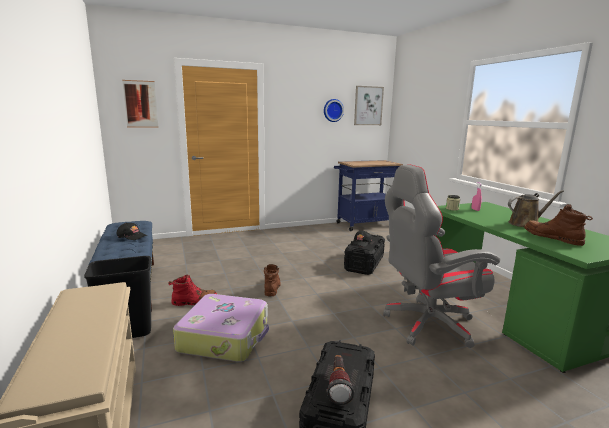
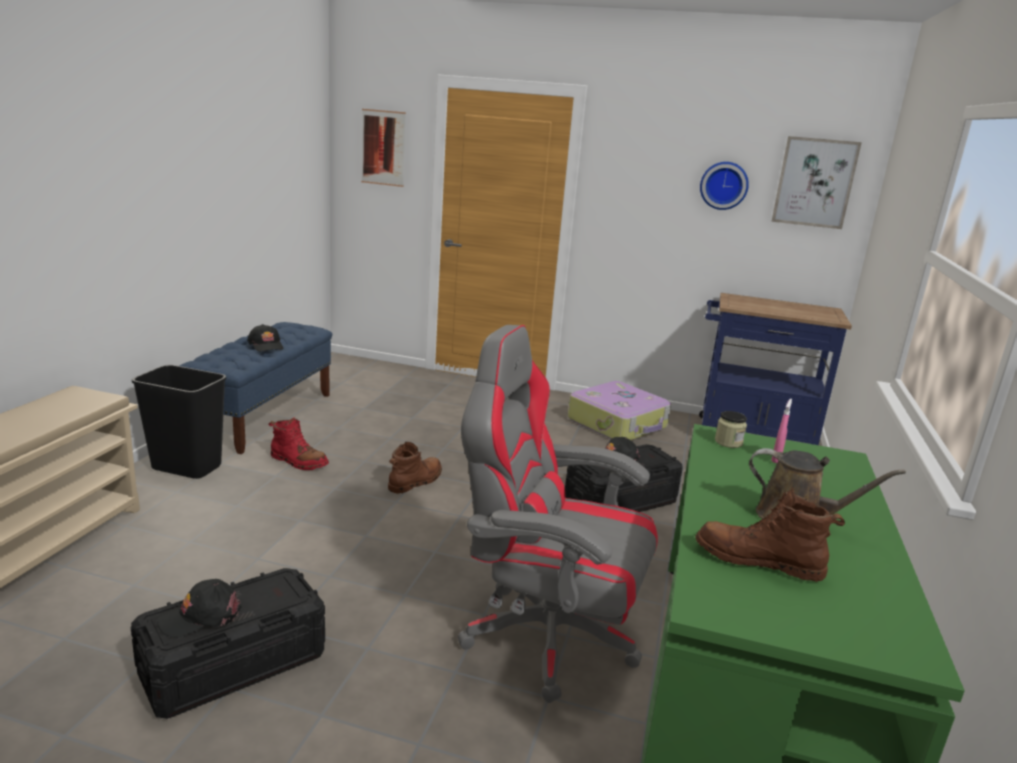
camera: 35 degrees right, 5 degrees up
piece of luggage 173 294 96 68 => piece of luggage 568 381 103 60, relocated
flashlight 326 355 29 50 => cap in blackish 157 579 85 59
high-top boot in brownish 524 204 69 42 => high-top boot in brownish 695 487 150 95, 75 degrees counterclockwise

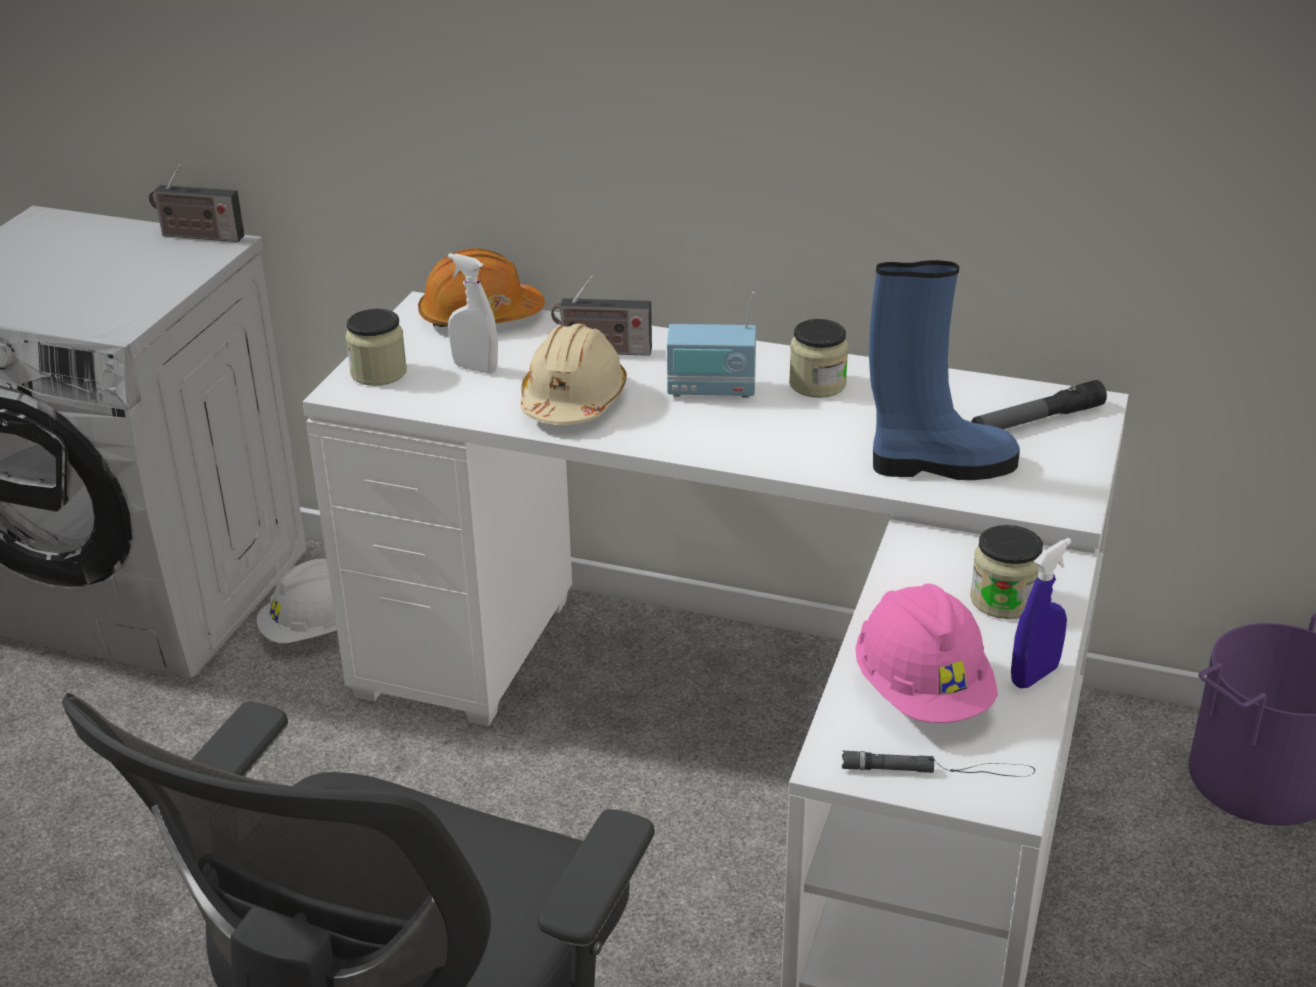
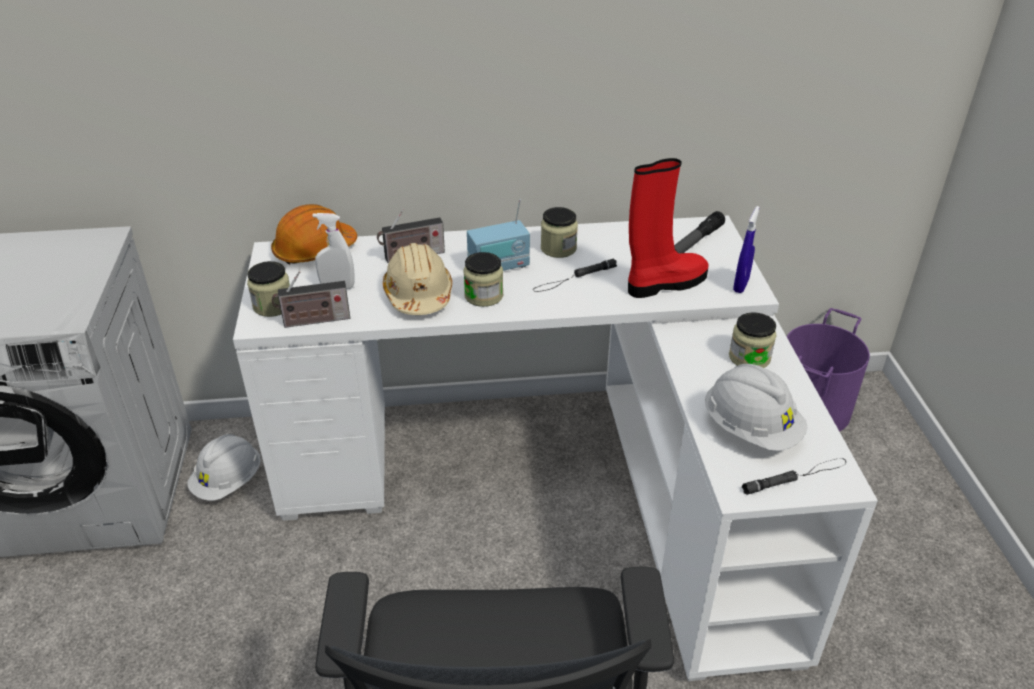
camera: 25 degrees left, 5 degrees up
nothing => jar 463 252 40 55
nothing => flashlight in blackish 534 258 83 34
radio 149 164 96 78 => radio 272 271 78 57, relocated
sprayer in blue 1011 538 61 150 => sprayer in blue 733 206 26 87, relocated
safety helmet in pink-coloured 855 583 143 140 => safety helmet in white 705 364 102 87
high-top boot in blue 869 260 151 220 => high-top boot in red-coloured 628 158 81 140

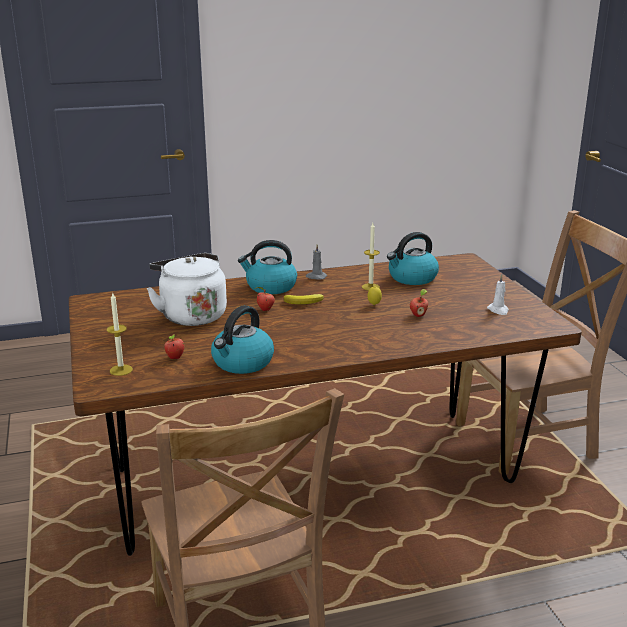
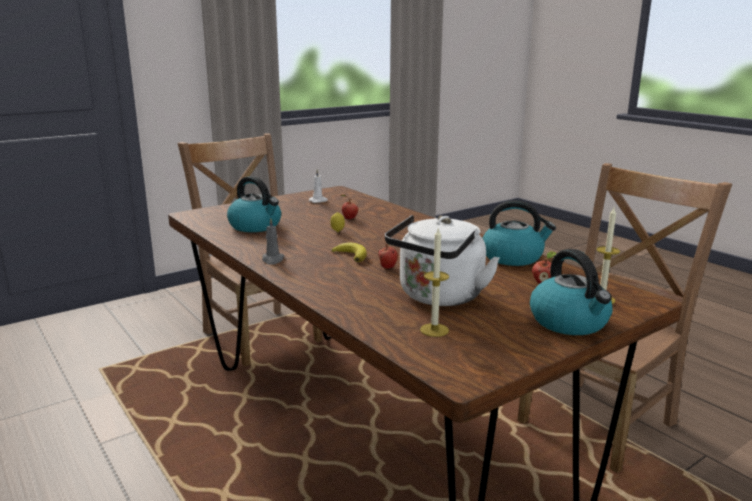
camera: 110 degrees left, 5 degrees down
tea kettle 238 240 59 54 => tea kettle 530 249 82 86, relocated
wax light 362 223 18 68 => wax light 420 229 29 108, relocated

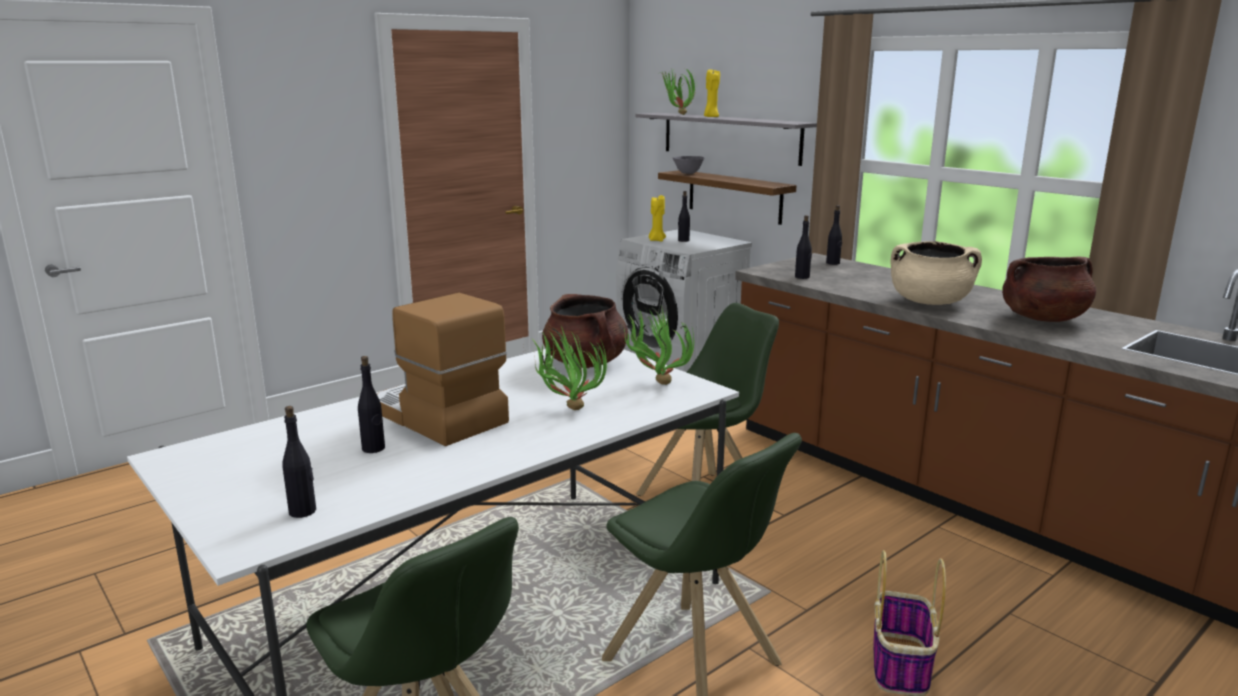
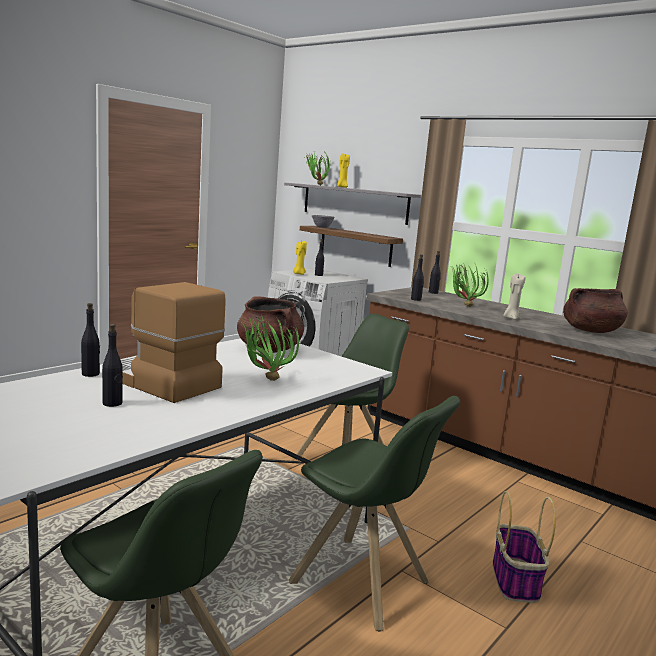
camera: 10 degrees left, 5 degrees down
bottle in blackish 282 406 34 112 => bottle in blackish 81 303 19 74, relocated
houseplant 624 306 70 79 => houseplant 451 262 38 45, relocated
cooking pot in beige-coloured 891 241 91 64 => wax light in beige-coloured 503 273 23 46

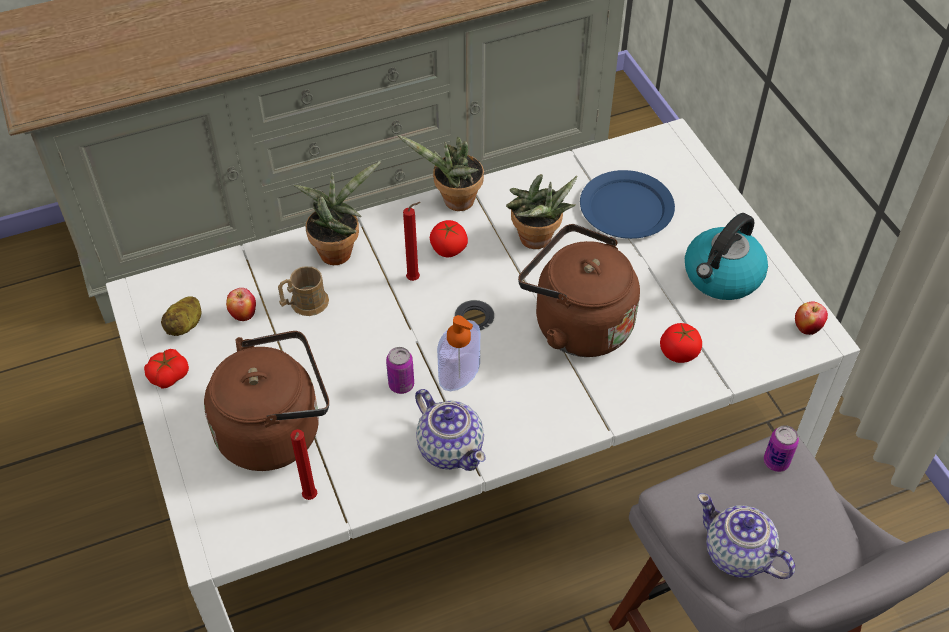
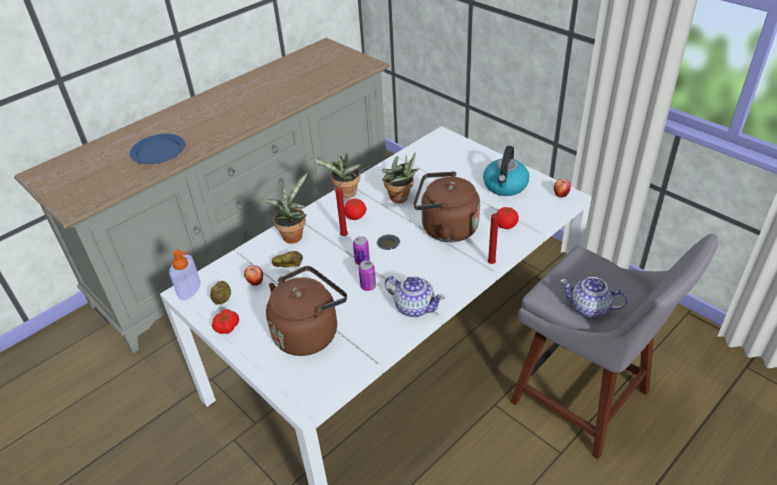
camera: 20 degrees left, 10 degrees down
wax light in red-coloured 290 429 27 71 => wax light in red-coloured 488 213 12 51, relocated
soap dispenser 437 315 43 76 => soap dispenser 169 250 31 51, relocated
plate in blue 580 170 95 69 => plate in blue 130 134 55 30, relocated
sealed can 764 425 35 47 => sealed can 353 236 17 29, relocated
mug in brownish 278 266 51 50 => spud 272 251 31 16

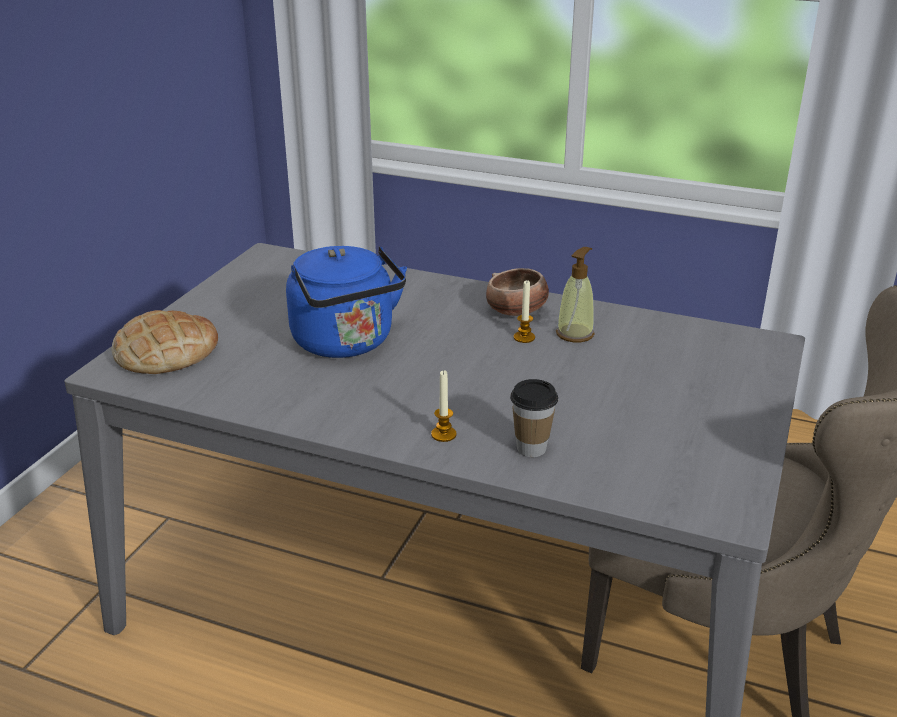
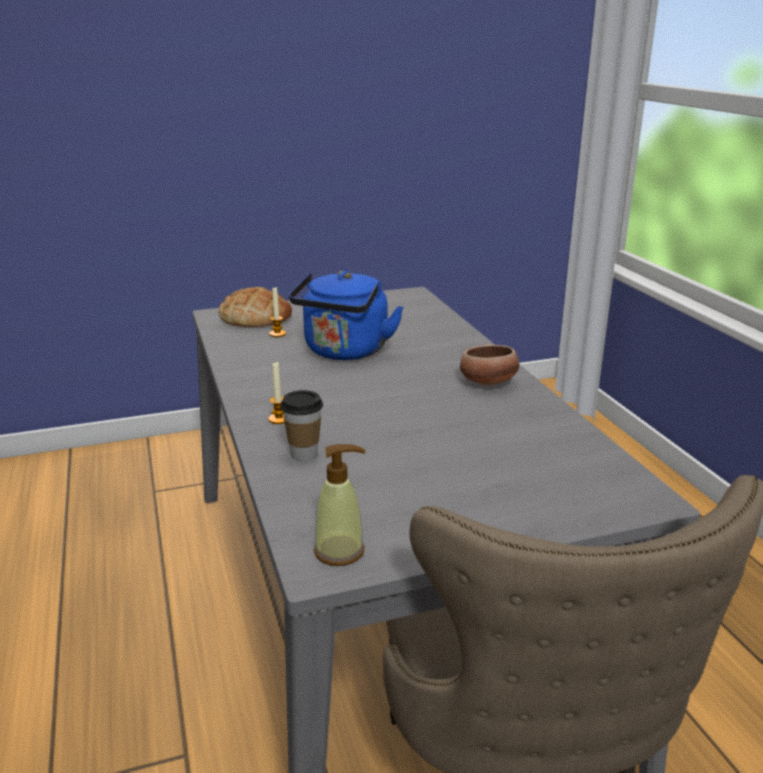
camera: 50 degrees right, 5 degrees down
wax light 514 280 21 63 => wax light 269 287 17 50, relocated
soap dispenser 556 247 39 95 => soap dispenser 314 444 51 122, relocated

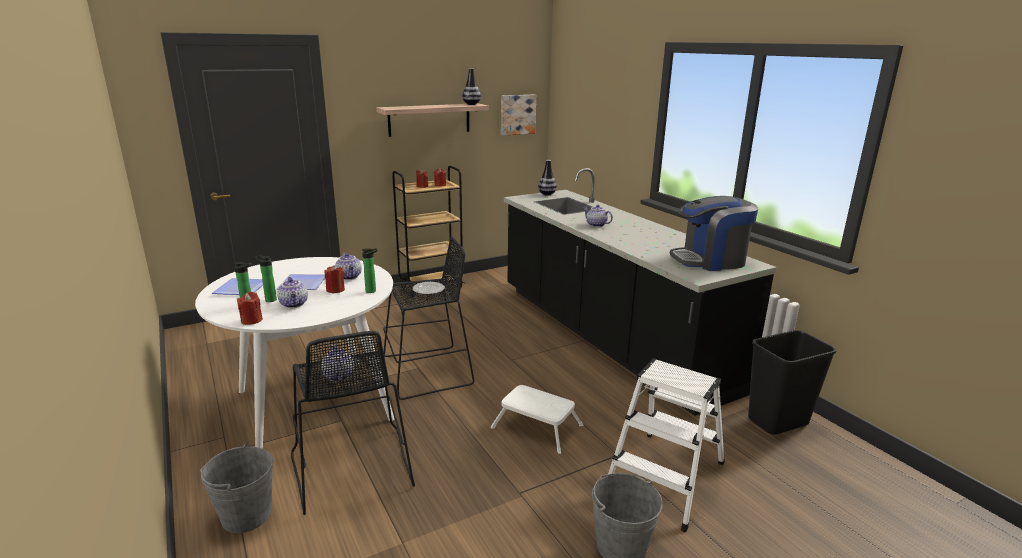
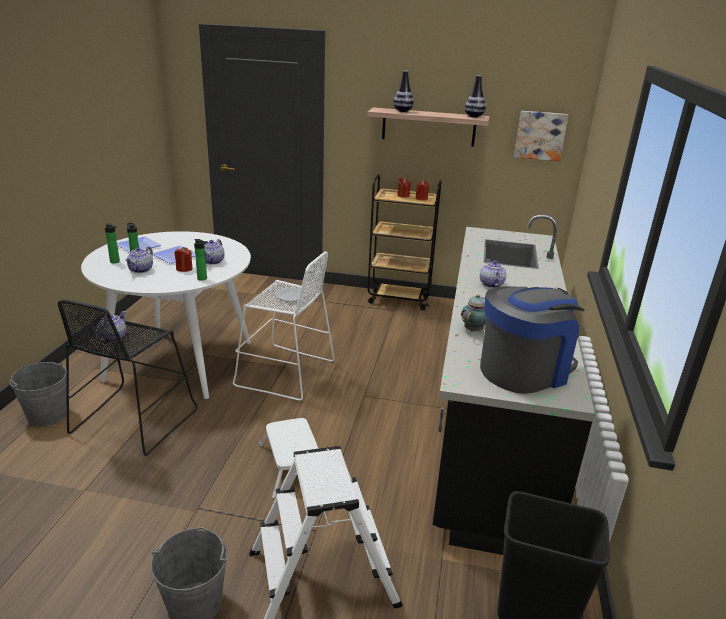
camera: 40 degrees right, 5 degrees up
wax light in red-coloured 237 292 26 33 => nothing
nothing => pot for tea 461 294 26 38
flower vase 538 160 19 36 => flower vase 393 71 21 41, relocated
stool seat in blackish 383 237 91 163 => stool seat in white 233 252 102 149
coffee brewer 670 196 88 75 => coffee brewer 480 286 105 108, 120 degrees clockwise

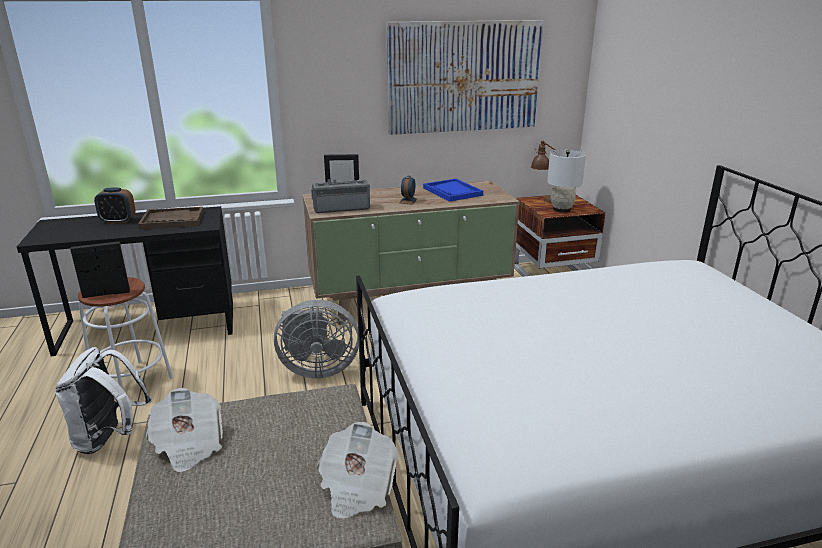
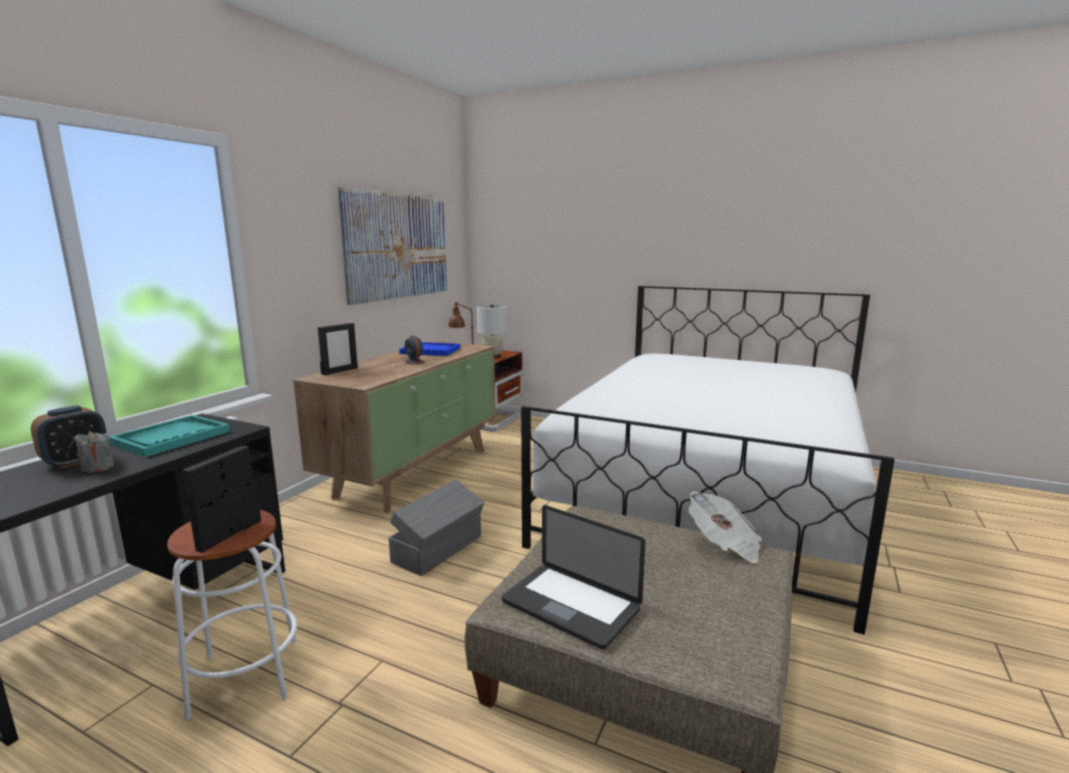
camera: 50 degrees left, 10 degrees down
knapsack in white 55 347 96 107 => nothing
radio 311 179 59 34 => nothing
nothing => wax light in greyish 74 431 40 42
newspaper 146 388 77 84 => laptop 502 505 143 144
cooling fan in greyish 274 300 85 78 => storage box in greyish 389 480 95 96
carrying tray in brownish 138 207 66 22 => carrying tray in blue-green 108 415 122 42

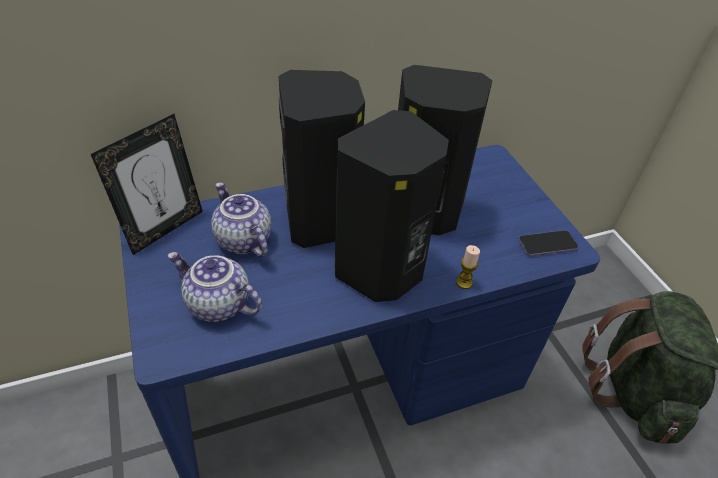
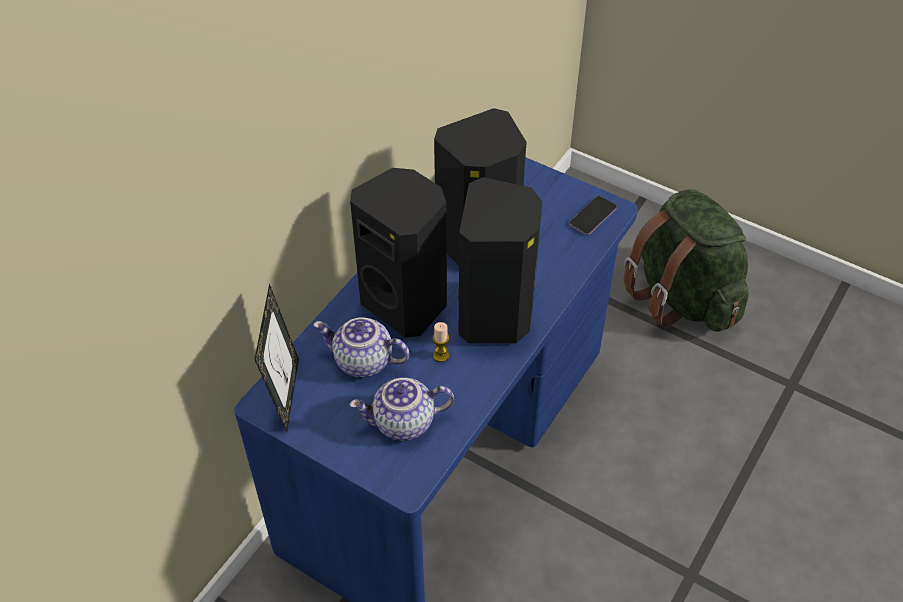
camera: 35 degrees left, 5 degrees up
wax light 456 245 24 44 => wax light 433 322 16 40, relocated

